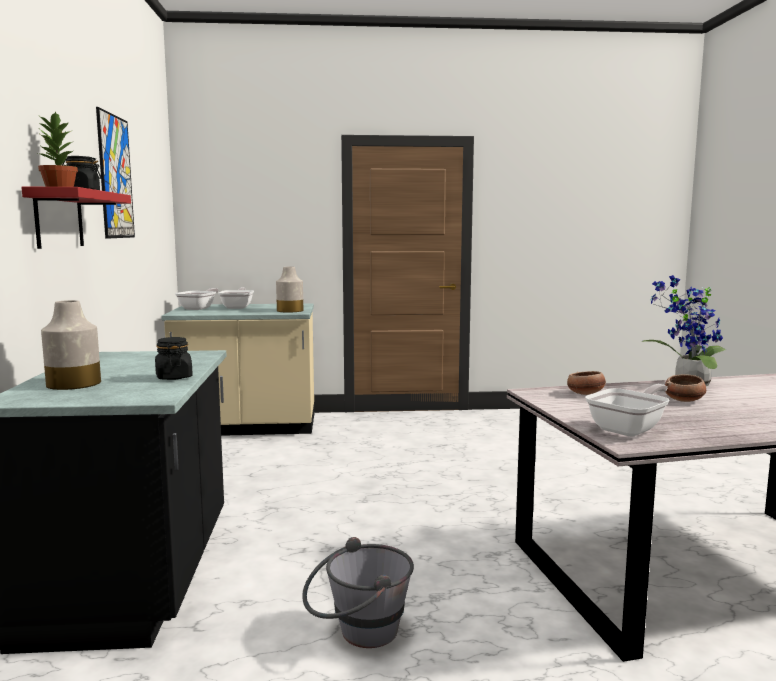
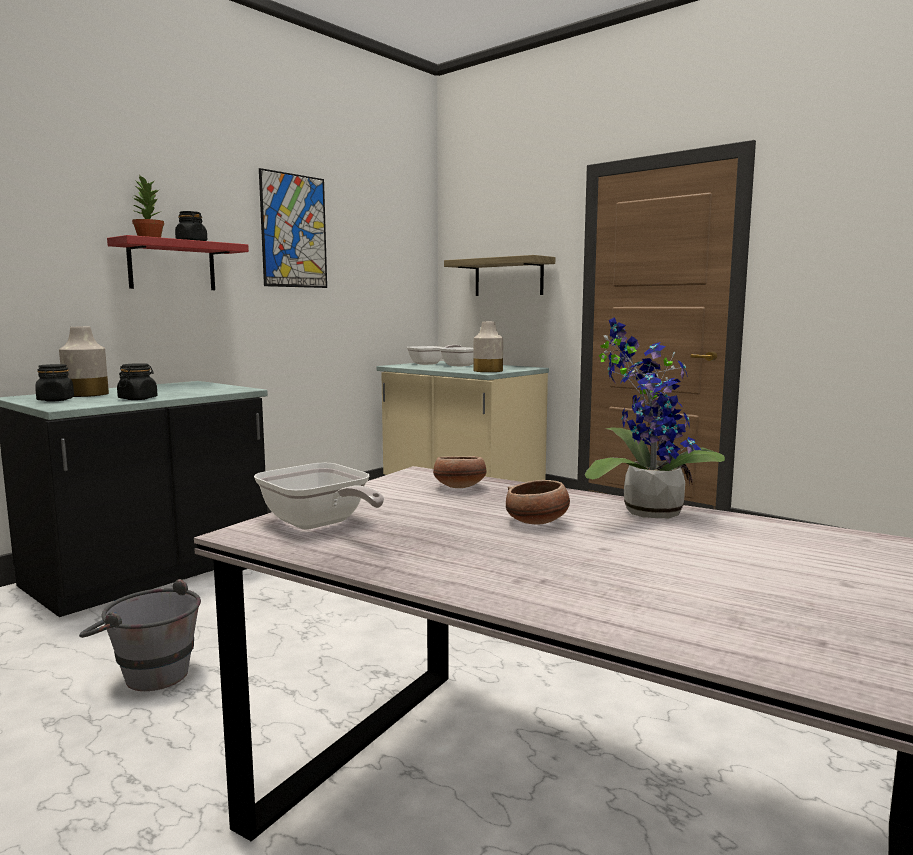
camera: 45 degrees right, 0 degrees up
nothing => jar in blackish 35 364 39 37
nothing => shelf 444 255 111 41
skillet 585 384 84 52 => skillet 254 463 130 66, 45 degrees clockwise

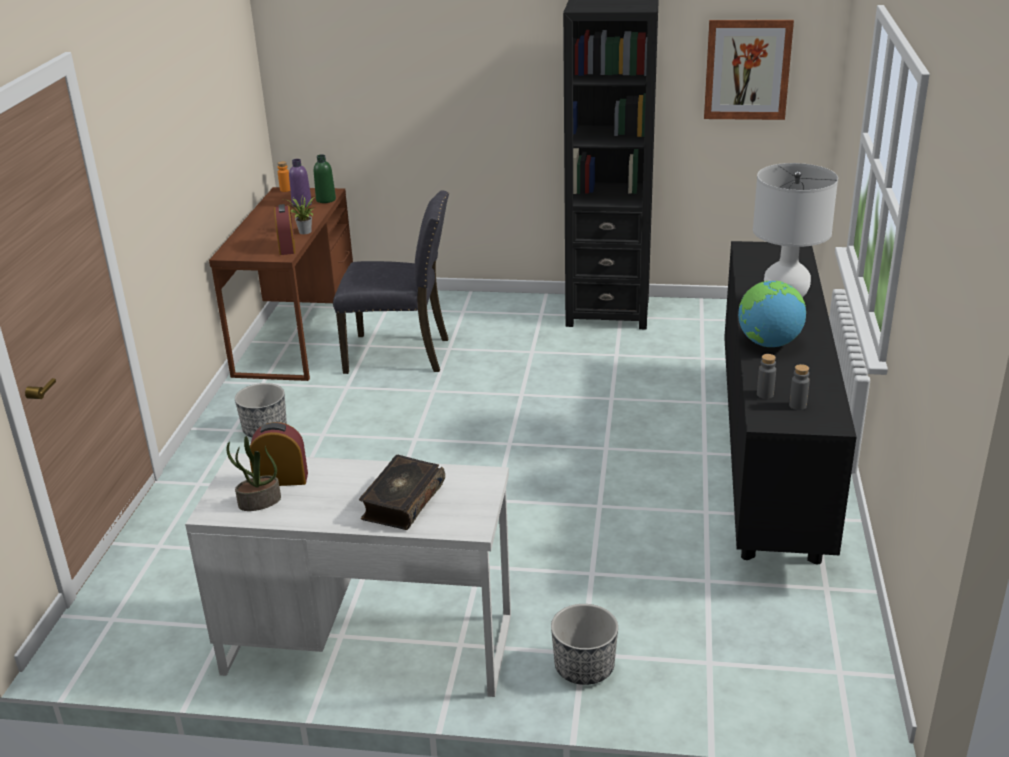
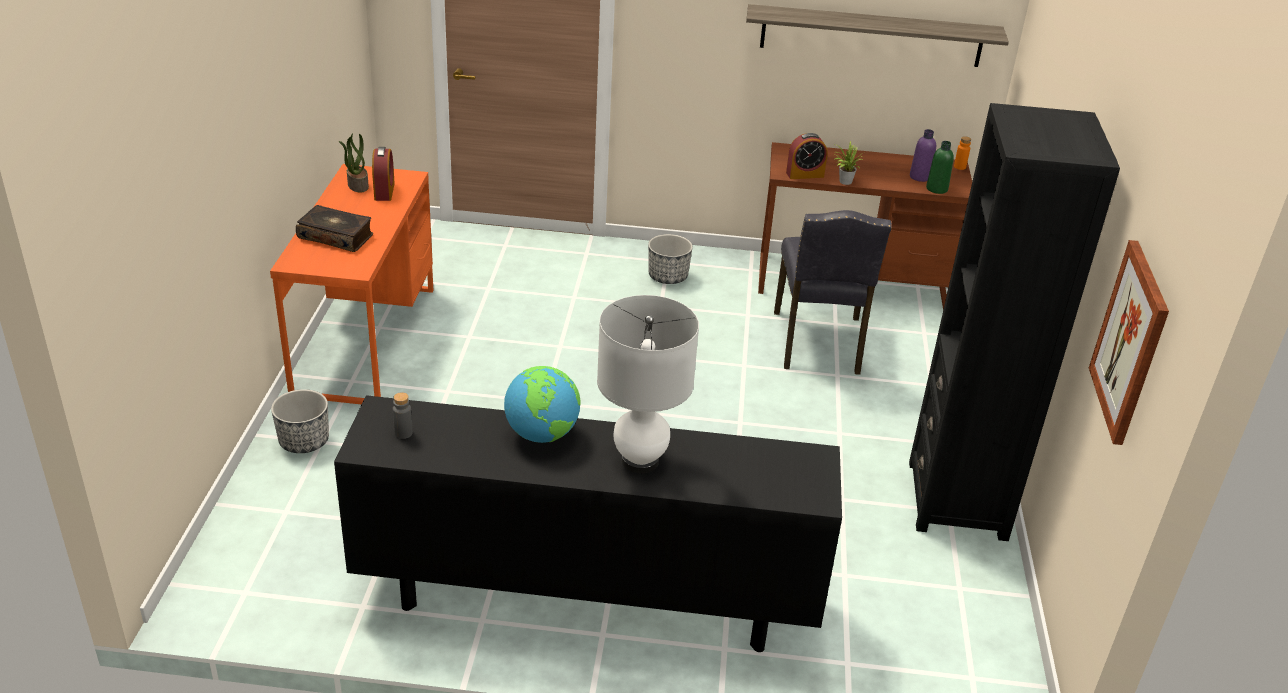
camera: 85 degrees right, 5 degrees up
bottle in greyish 757 354 19 45 => nothing
nothing => shelf 746 4 263 63
desk in white 185 453 326 244 => desk in orange 270 164 163 241

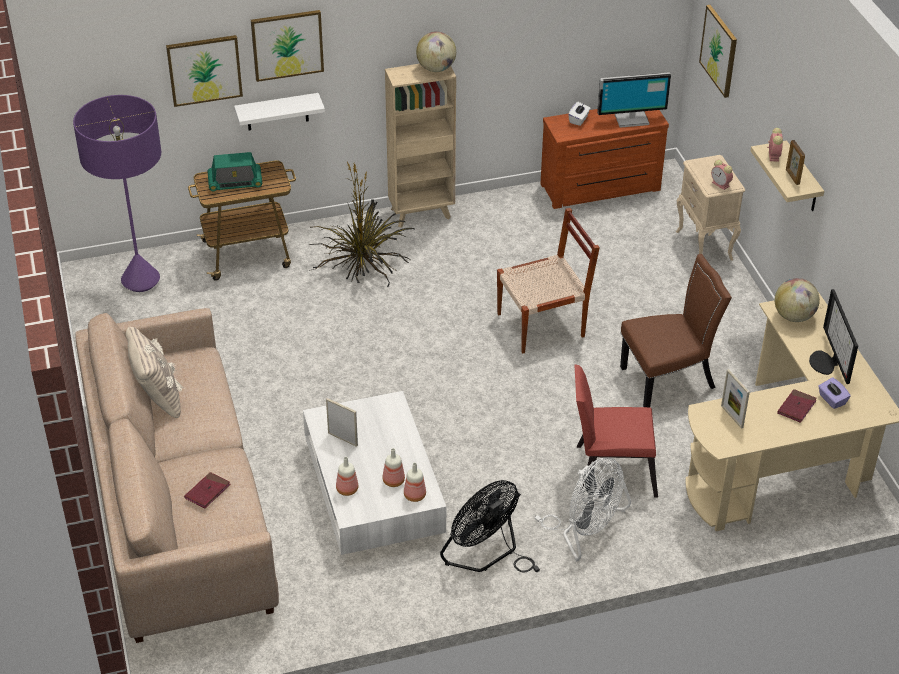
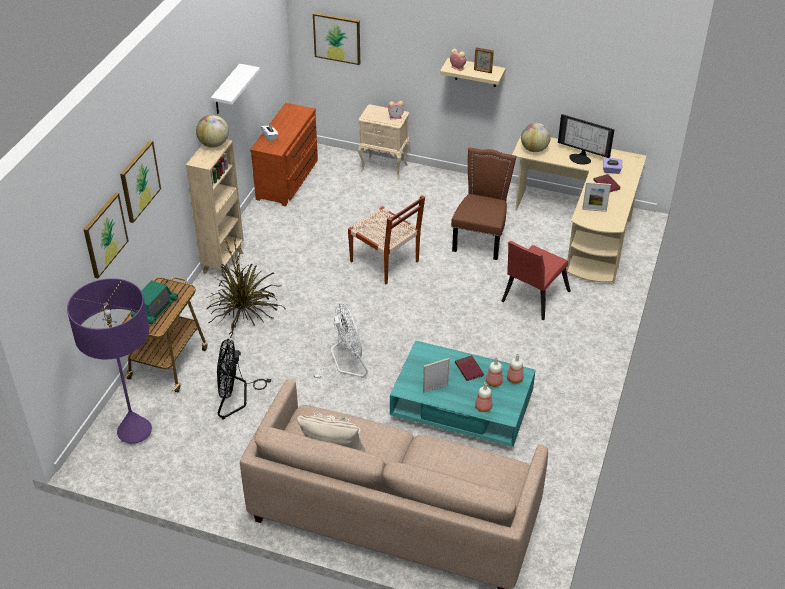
camera: 55 degrees left, 0 degrees up
monitor 597 72 74 56 => nothing
book in red-coloured 184 472 47 36 => book in red-coloured 455 355 29 26, relocated
shelf in white 234 93 91 38 => shelf in white 211 64 49 50, relocated
cooling fan in blackish 440 480 100 93 => cooling fan in blackish 217 339 55 80, relocated
cooling fan in white 534 457 97 105 => cooling fan in white 315 304 53 74, relocated
lounge table in white 303 391 143 164 => lounge table in blue-green 390 340 146 107
upright chair 497 208 103 145 => upright chair 348 195 77 89, 120 degrees clockwise

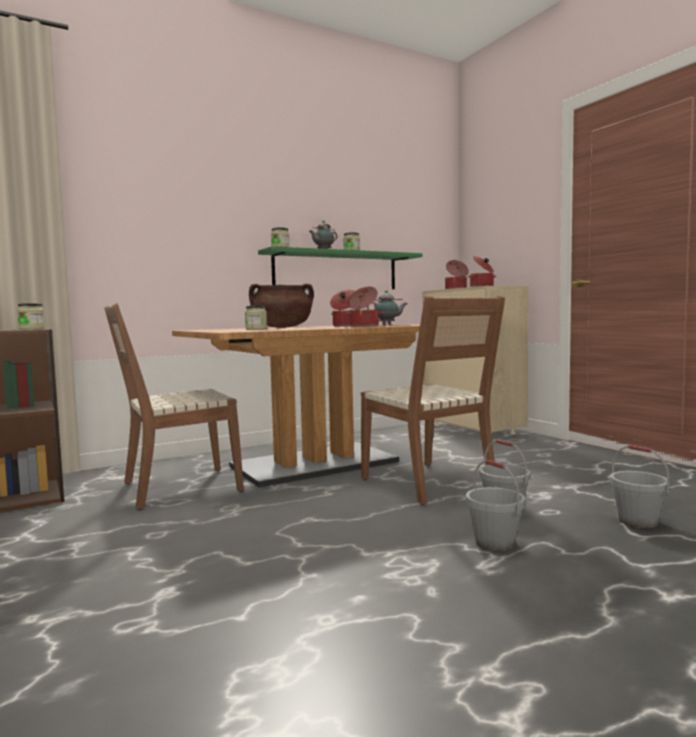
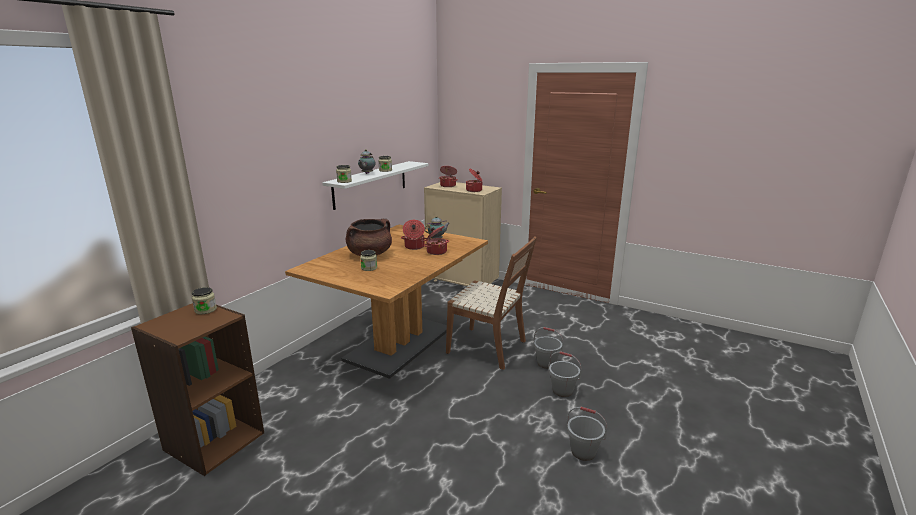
camera: 30 degrees left, 15 degrees up
upright chair 104 303 140 207 => nothing
water bucket in greyish 610 445 60 83 => water bucket in greyish 566 407 41 54, relocated
shelf in green-coloured 258 246 164 43 => shelf in white 322 161 107 49

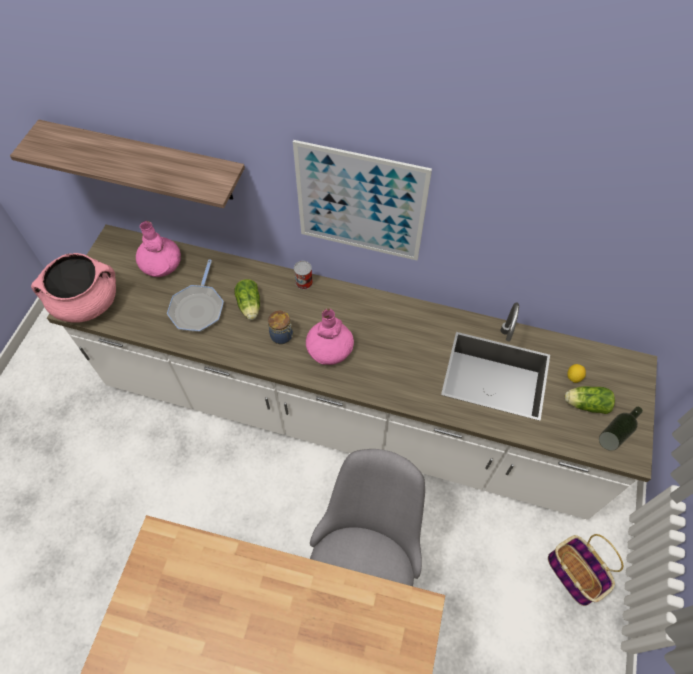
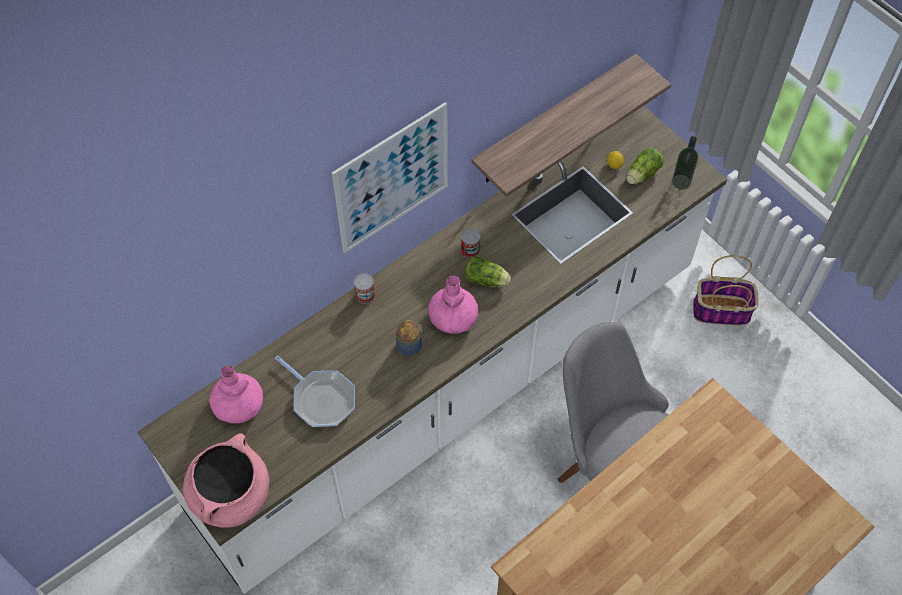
camera: 55 degrees left, 0 degrees up
nothing => sealed can 461 228 19 31
shelf 10 120 235 88 => shelf 472 54 200 143, relocated
lettuce 234 279 26 41 => lettuce 465 256 46 31, relocated

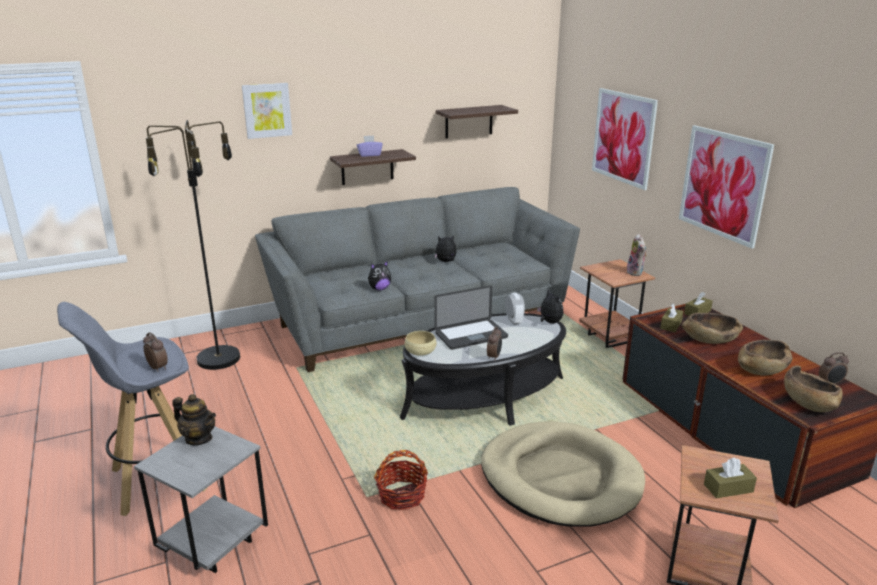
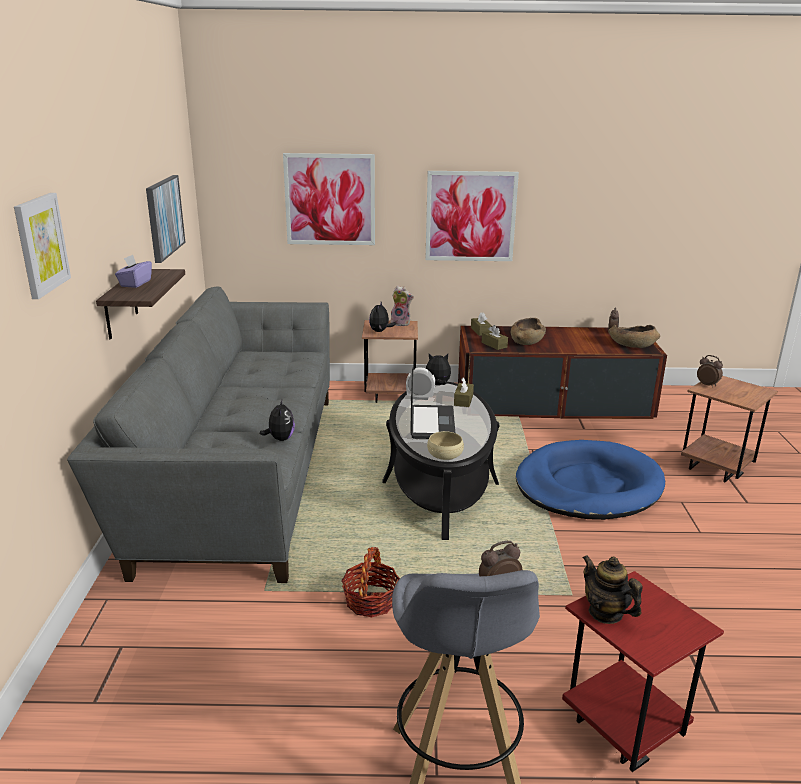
camera: 65 degrees left, 0 degrees up
floor lamp 146 120 94 250 => nothing
serving bowl in brownish 738 340 55 35 => nothing
household basket 374 450 54 60 => household basket 341 547 59 70, relocated
cuddly toy 435 235 22 27 => cuddly toy 369 302 27 30, relocated
table clock 487 327 15 34 => table clock 697 355 26 32, relocated
box of tissues in brownish 704 457 53 41 => box of tissues in brownish 454 377 20 30, relocated
shelf 436 105 82 33 => picture 146 175 40 88
end table in greyish 134 427 134 146 => end table in red-coloured 562 571 162 201
pet bed in beige-coloured 481 421 164 106 => pet bed in blue 516 440 149 80
pot for tea 173 394 43 51 => pot for tea 583 555 59 69, 90 degrees counterclockwise

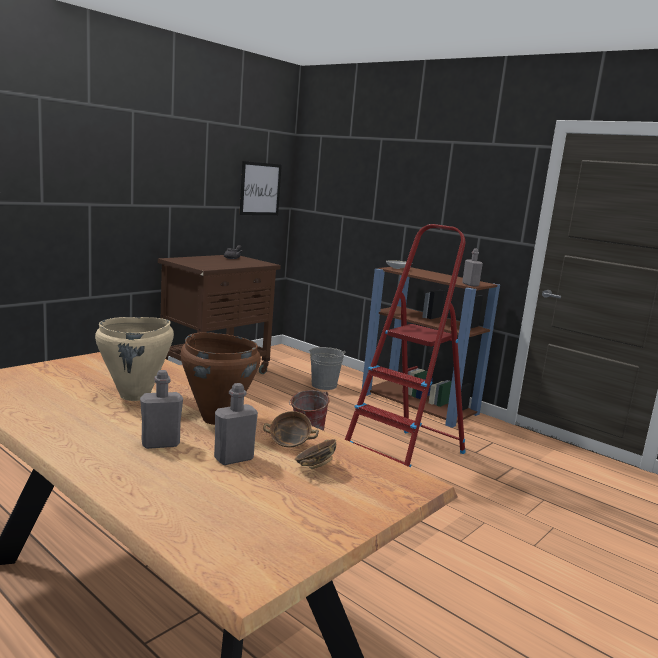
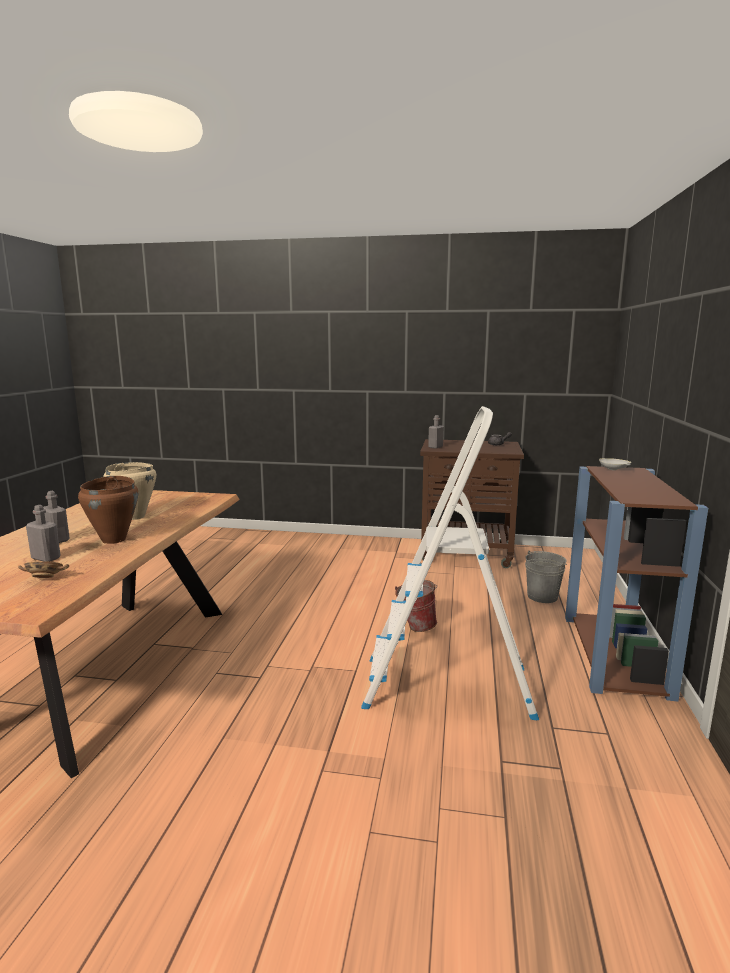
camera: 60 degrees right, 0 degrees up
picture 239 161 43 54 => nothing
serving bowl 263 411 56 37 => nothing
bottle in greyish 462 249 21 37 => bottle in greyish 428 415 16 34, relocated
step ladder in red-coloured 345 224 120 243 => step ladder in white 361 406 178 314

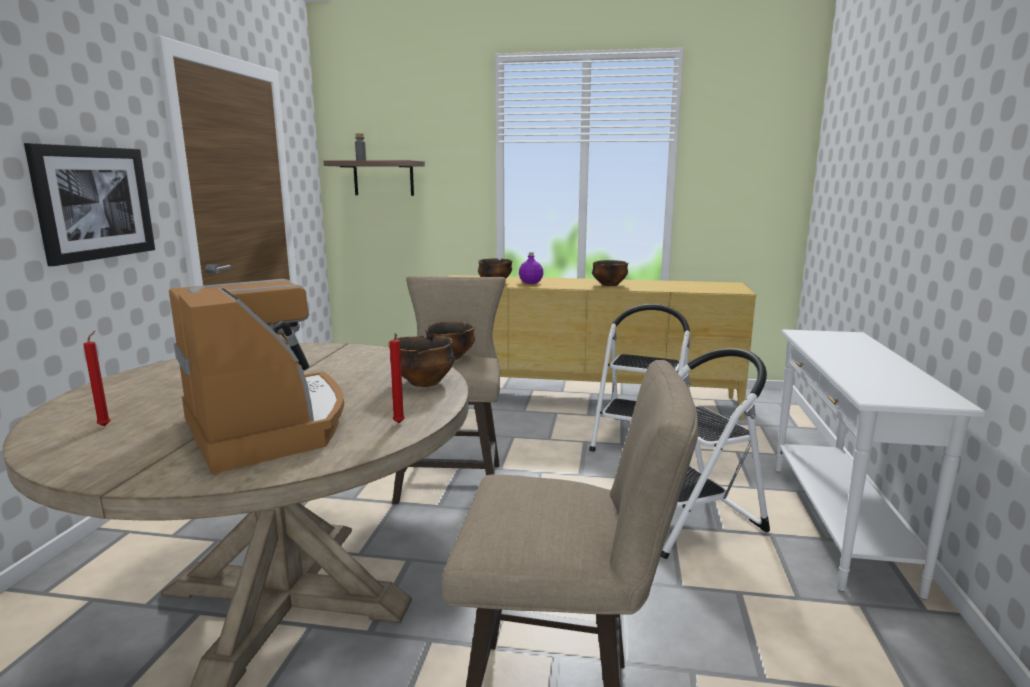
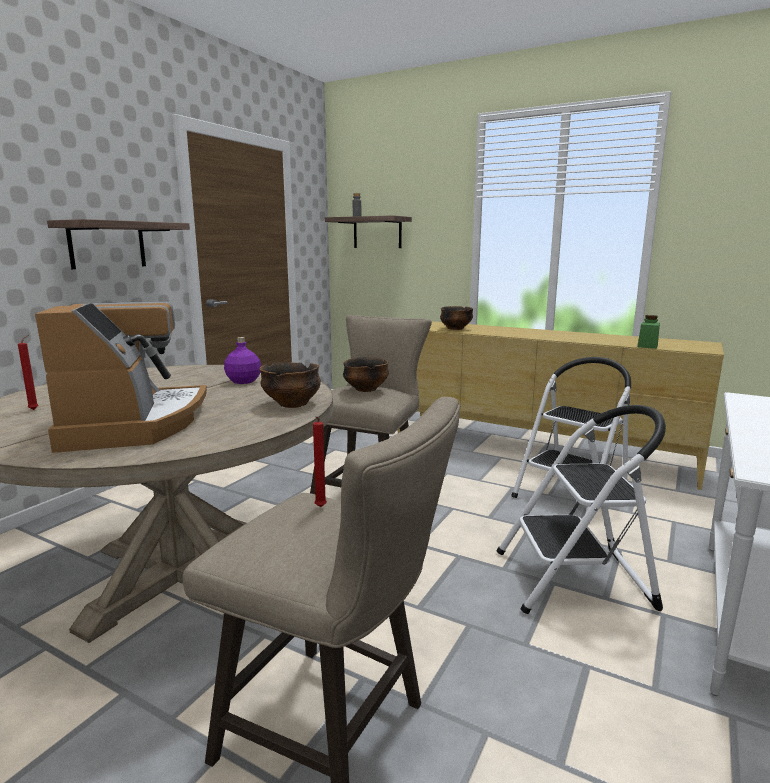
camera: 20 degrees right, 0 degrees up
serving bowl 592 260 37 26 => nothing
nothing => jar in green-coloured 638 315 22 34
wax light in red-coloured 390 333 15 90 => wax light in red-coloured 313 416 14 91, relocated
bottle in purplish 519 252 24 32 => bottle in purplish 224 337 37 47, relocated
picture 24 143 131 123 => shelf 47 219 143 50

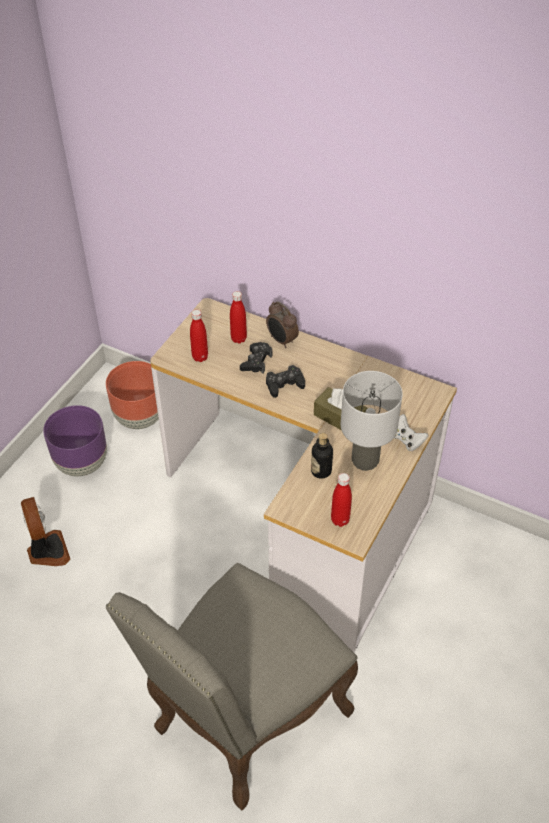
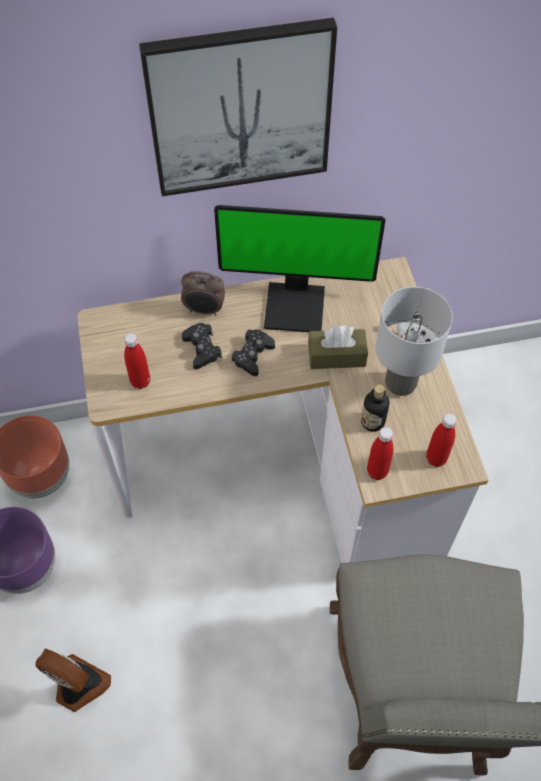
camera: 40 degrees left, 10 degrees up
nothing => picture 139 18 198 178
nothing => monitor 214 205 171 127
bottle in red-coloured 230 291 17 53 => bottle in red-coloured 367 427 26 53, relocated

